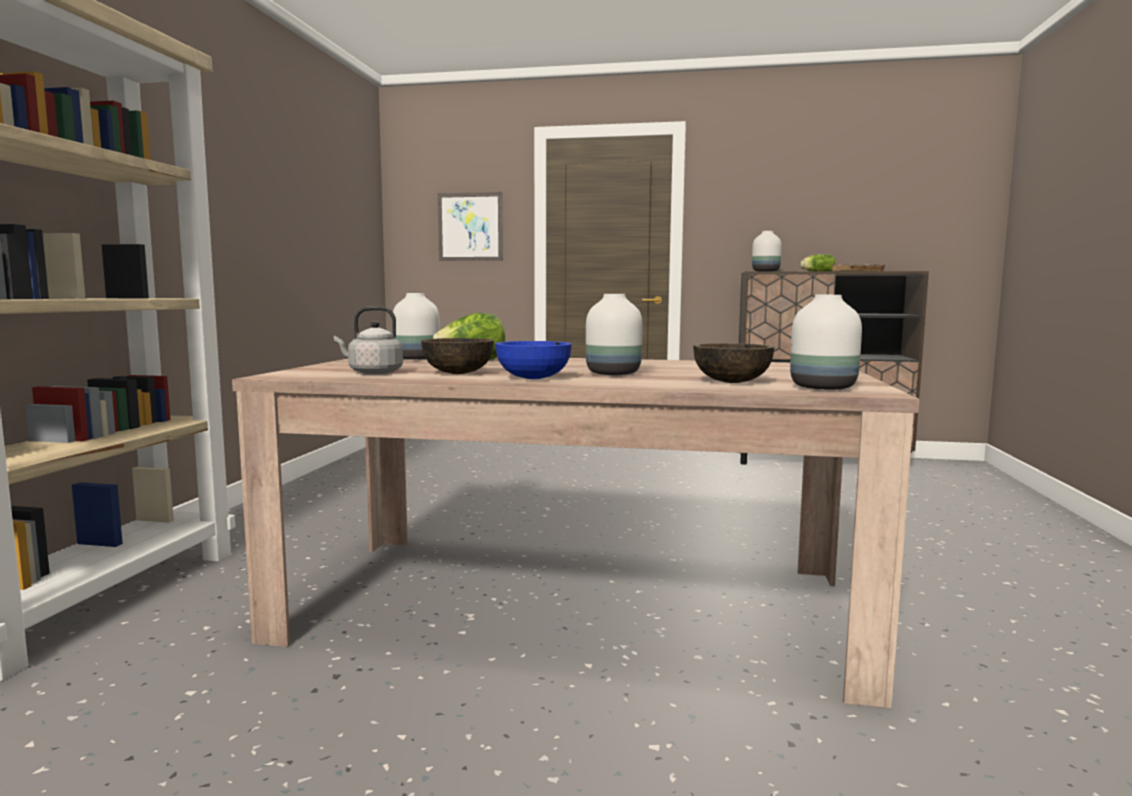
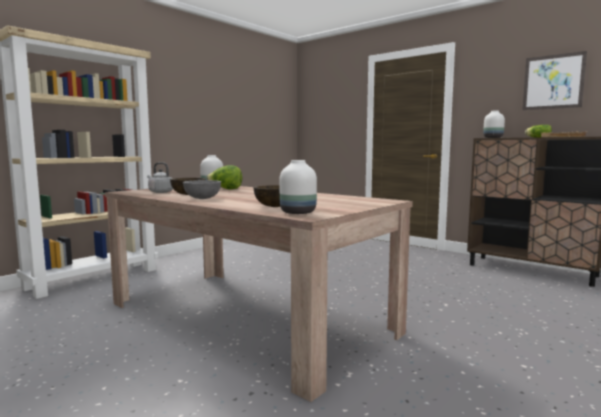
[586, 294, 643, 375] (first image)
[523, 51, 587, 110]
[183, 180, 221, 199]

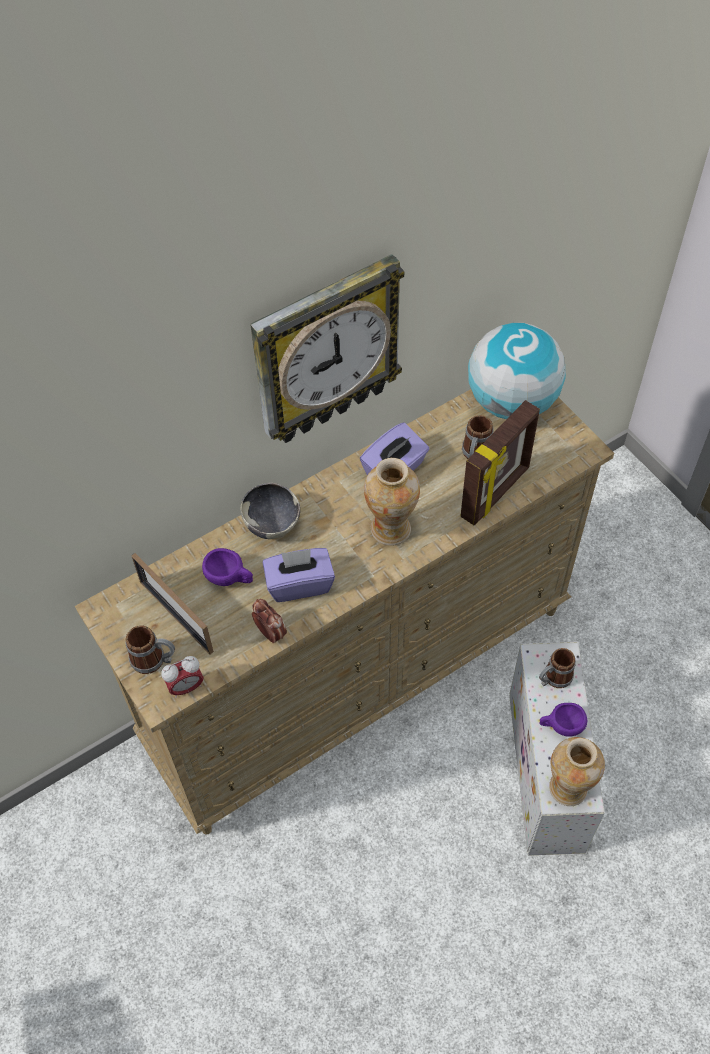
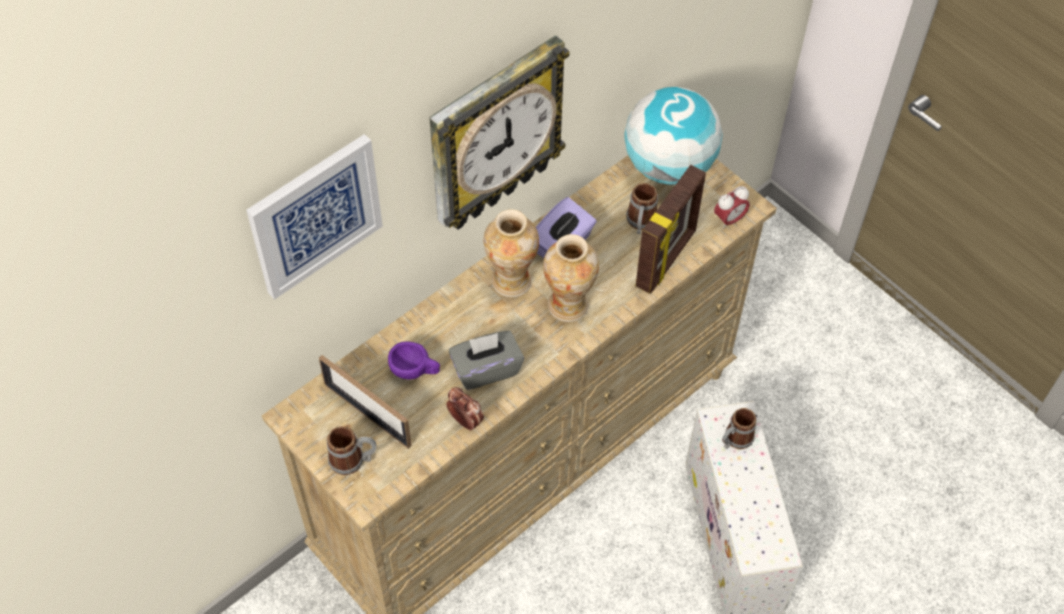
[241, 483, 300, 539] (first image)
[539, 703, 587, 737] (first image)
[246, 134, 383, 300]
[714, 186, 750, 229]
[484, 209, 539, 297]
[449, 331, 524, 390]

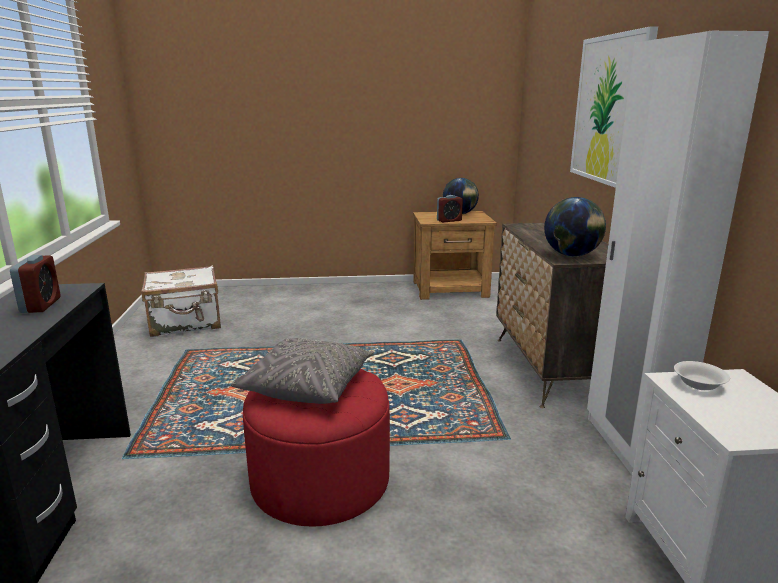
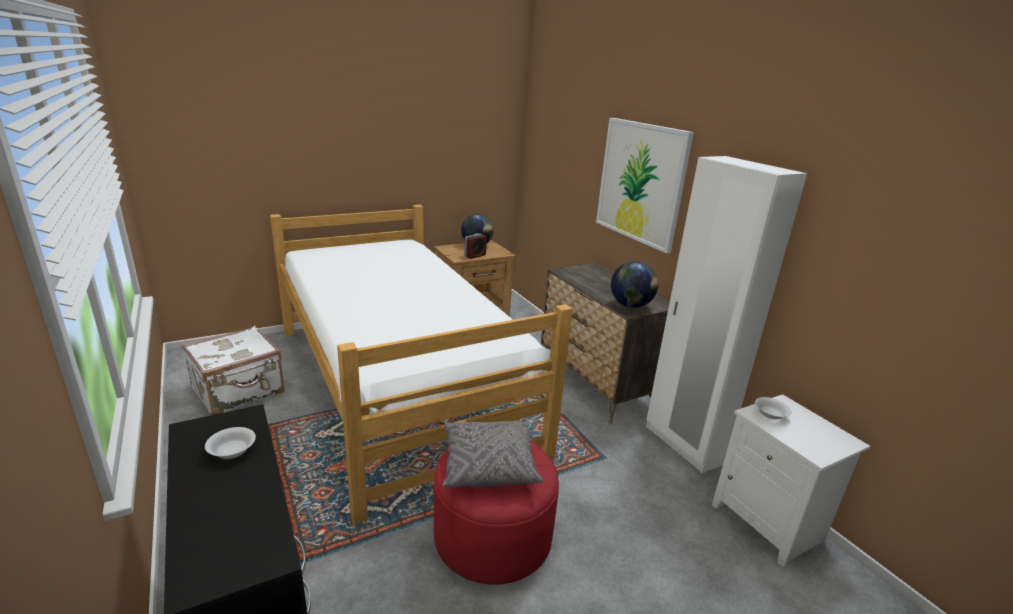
[270, 205, 573, 525]
[205, 427, 256, 459]

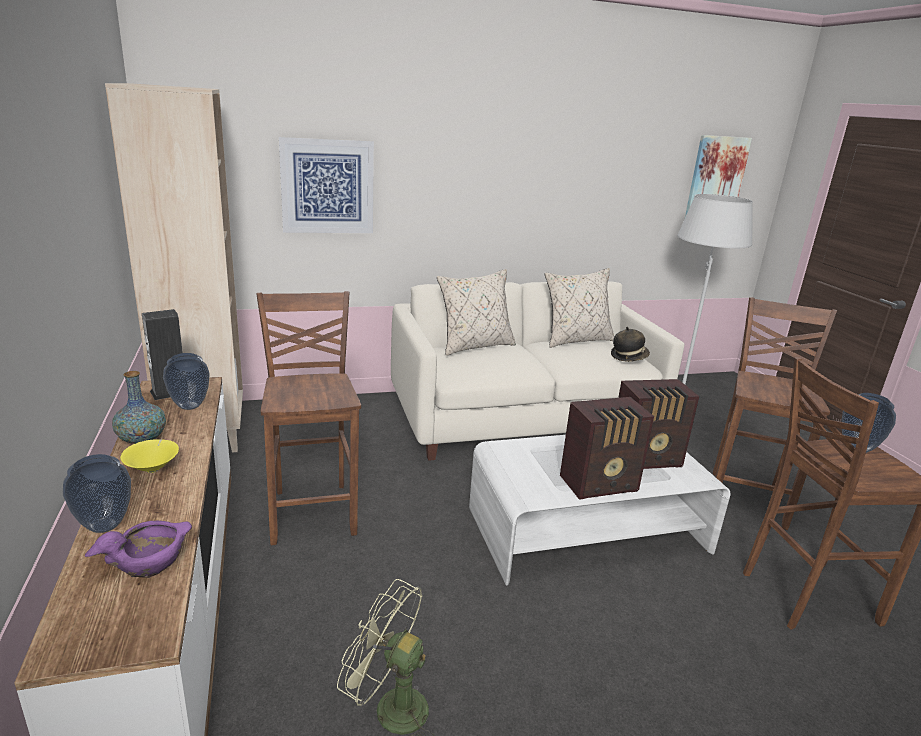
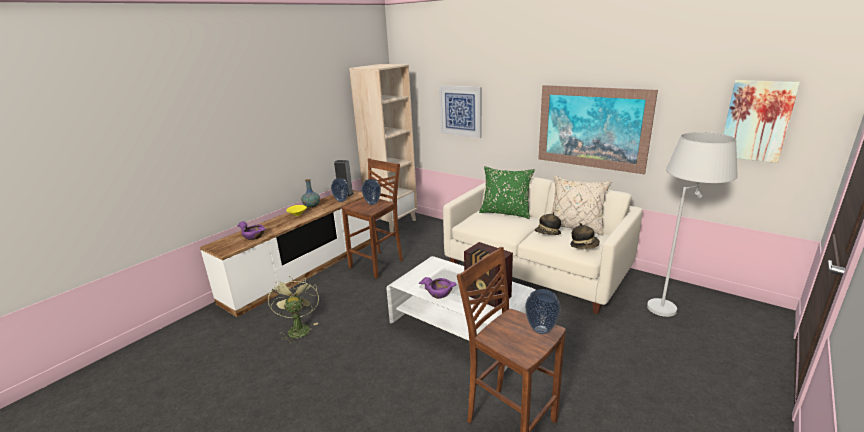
[713, 297, 837, 530] (first image)
[535, 212, 561, 235]
[538, 85, 658, 174]
[362, 179, 381, 205]
[419, 277, 456, 299]
[479, 166, 535, 219]

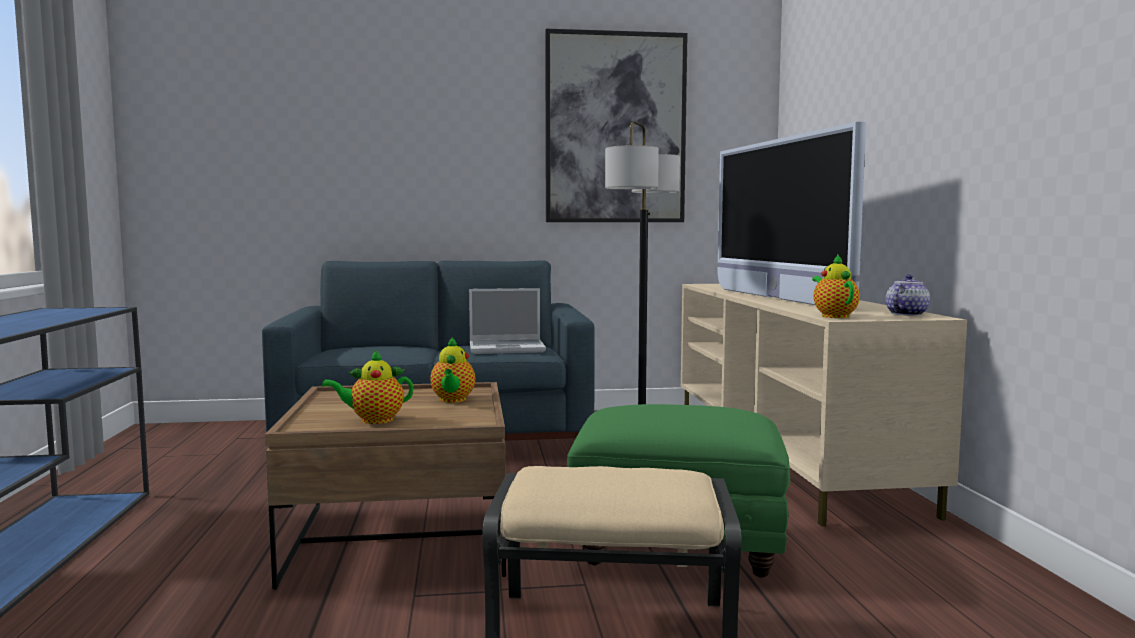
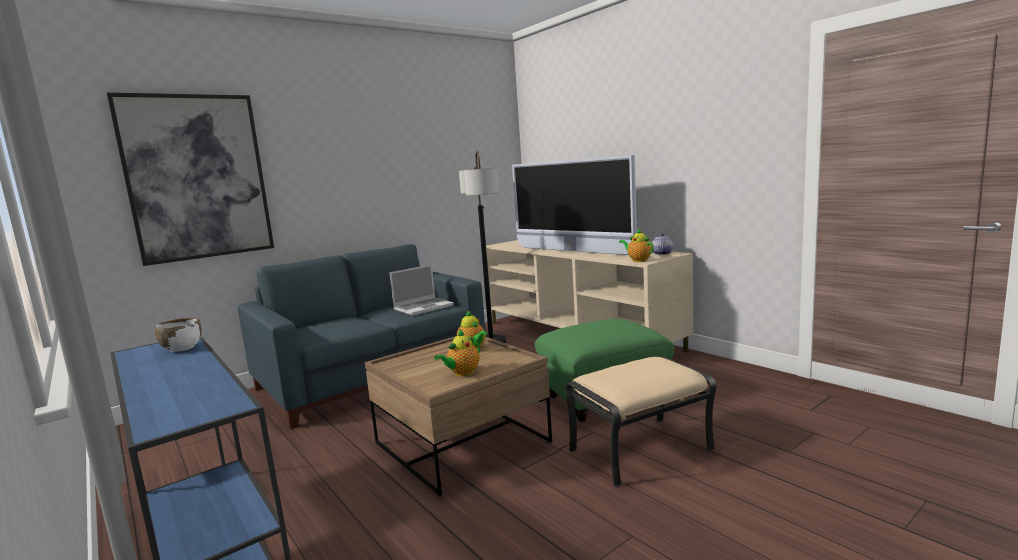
[155, 318, 202, 352]
[107, 92, 274, 266]

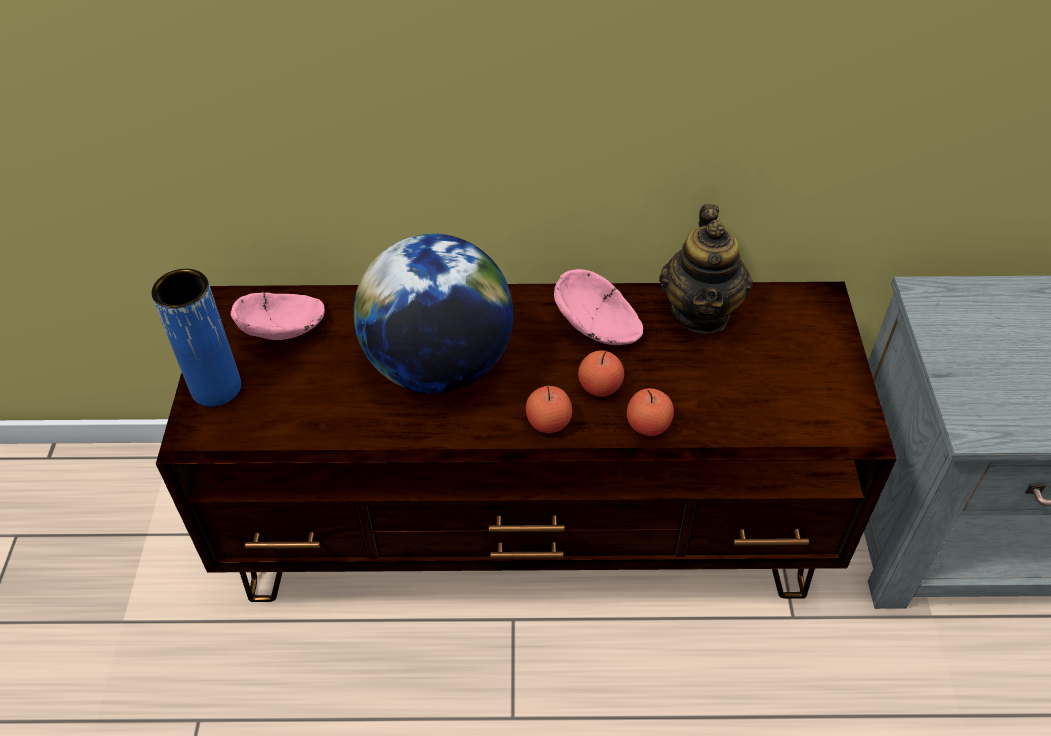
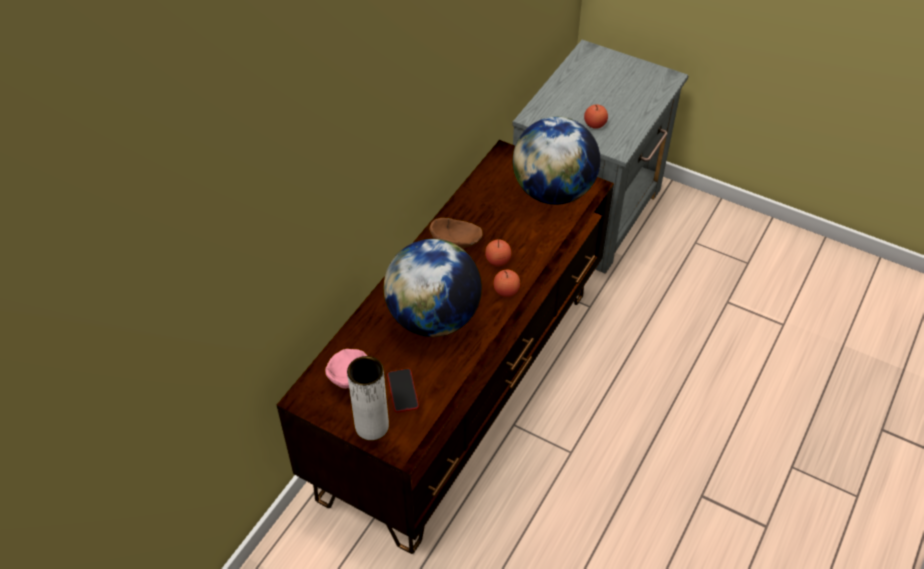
[659, 204, 753, 334] (first image)
[387, 368, 419, 413]
[513, 117, 600, 205]
[584, 105, 608, 129]
[347, 356, 389, 440]
[429, 218, 483, 248]

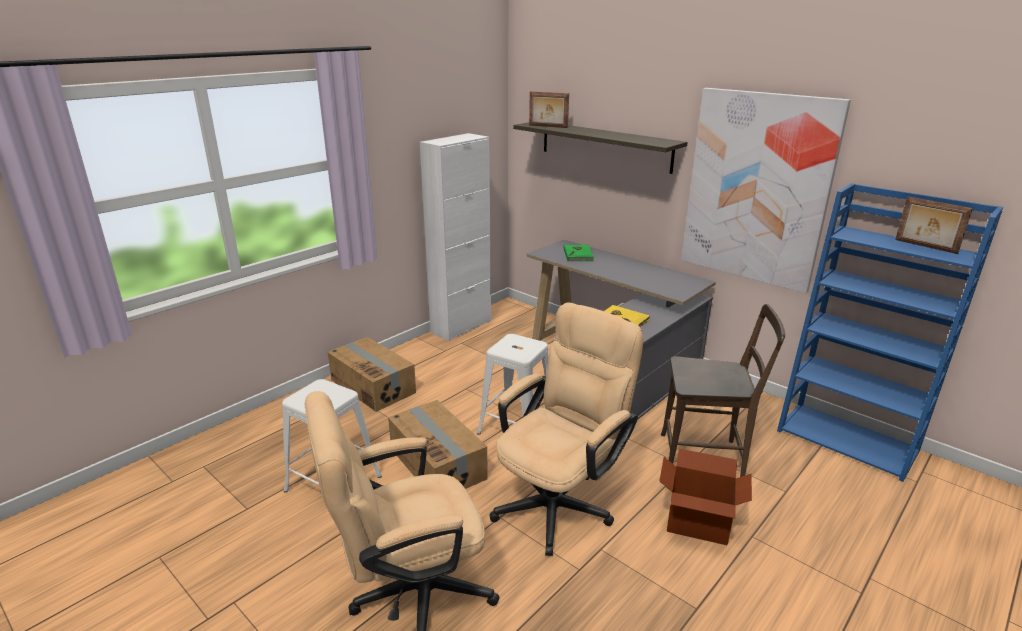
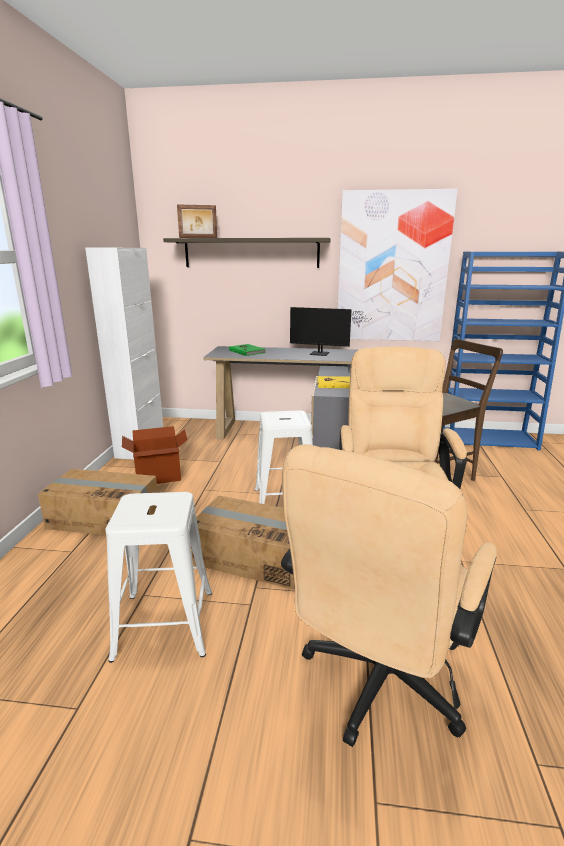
[895, 196, 973, 254] (first image)
[290, 307, 370, 356]
[122, 426, 188, 484]

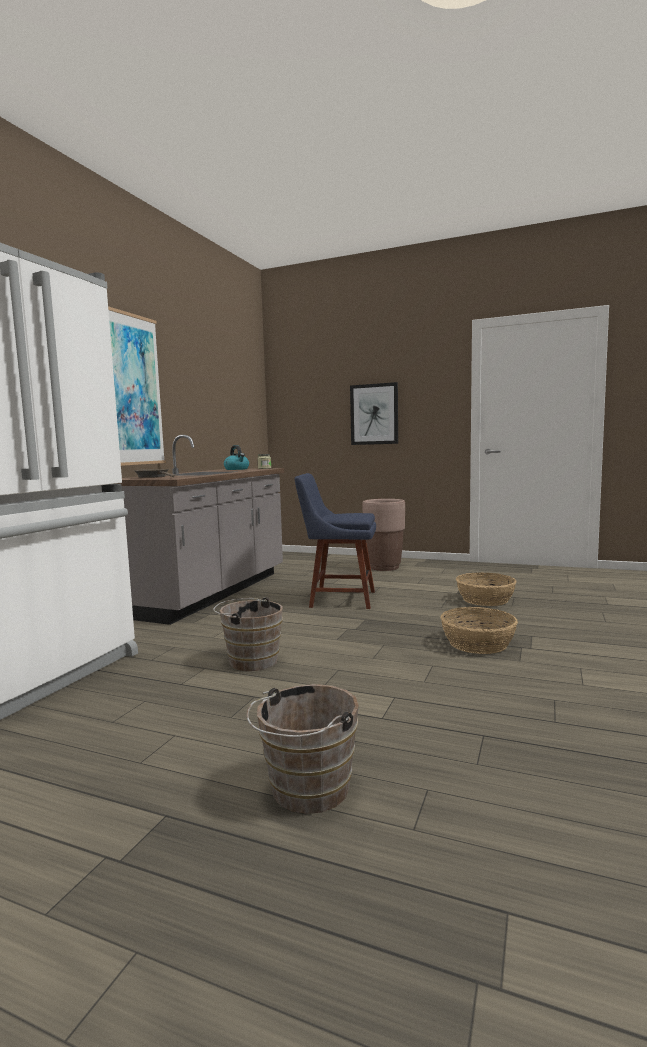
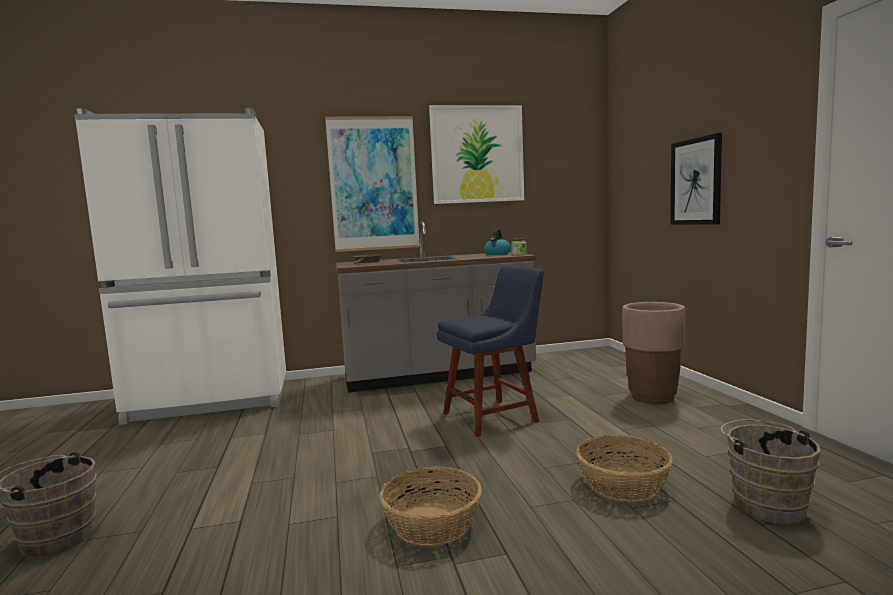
[429, 105, 524, 204]
[721, 419, 820, 524]
[437, 266, 544, 437]

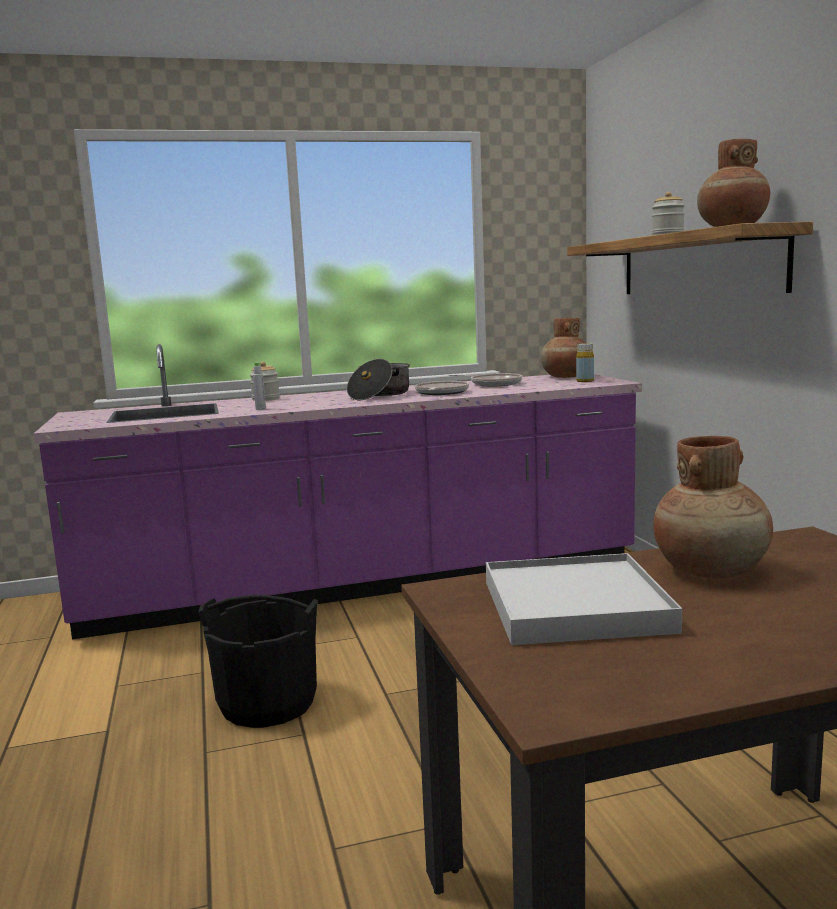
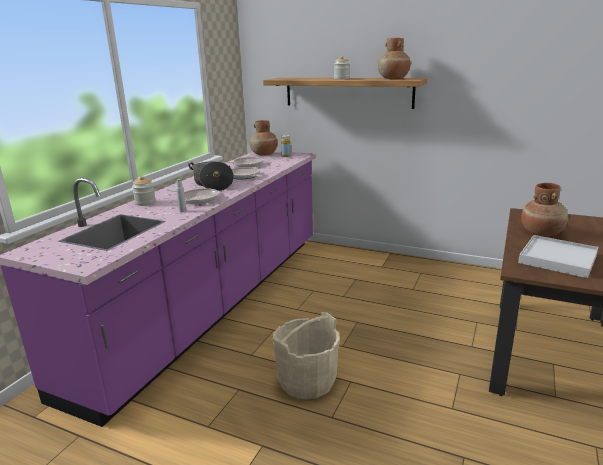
[166, 188, 220, 204]
[272, 312, 340, 399]

